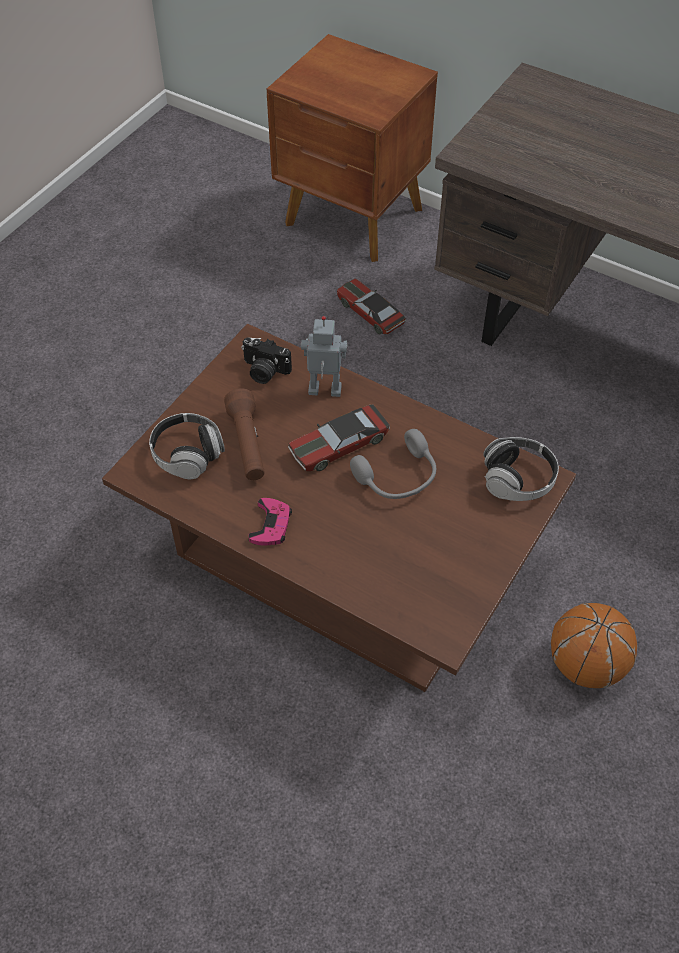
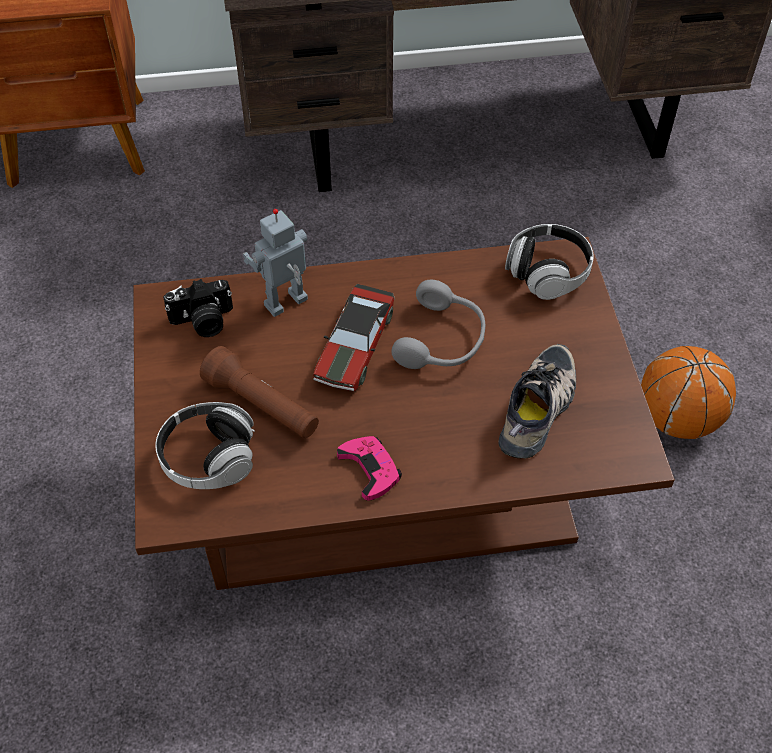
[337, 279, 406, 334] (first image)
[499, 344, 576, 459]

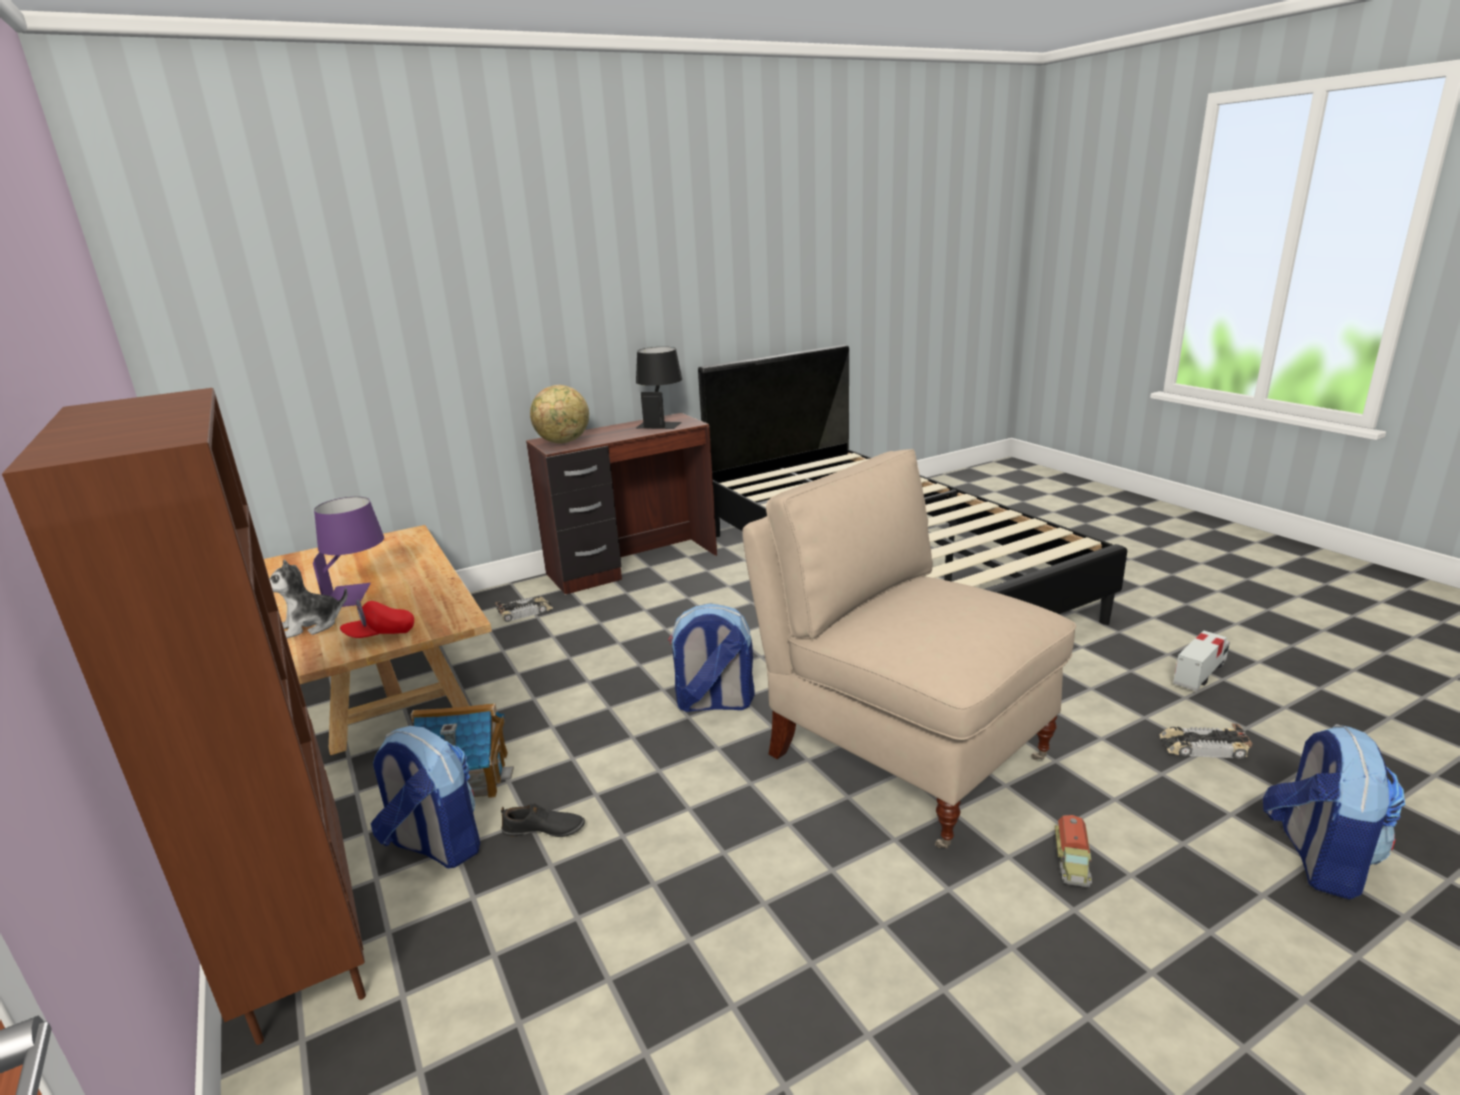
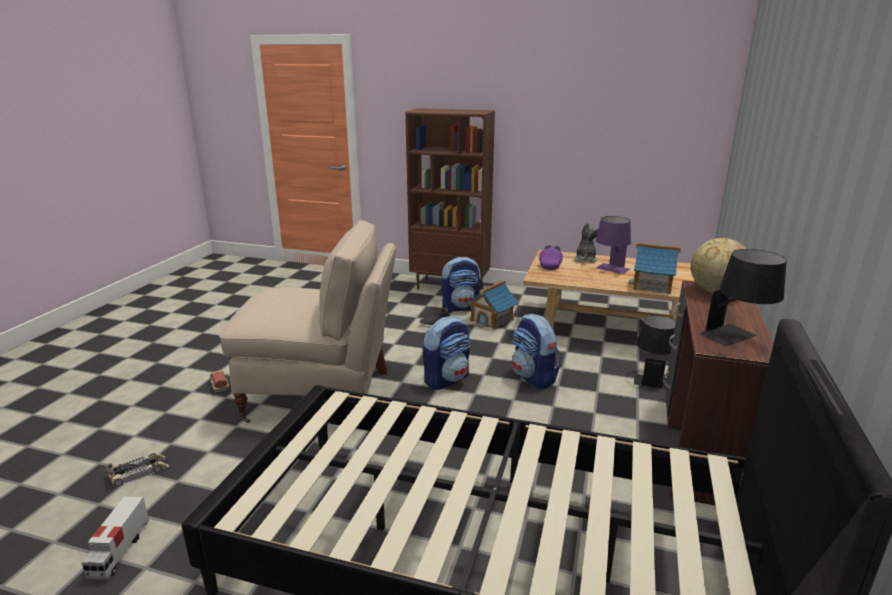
[628, 243, 681, 295]
[512, 314, 562, 389]
[634, 315, 676, 389]
[539, 245, 563, 270]

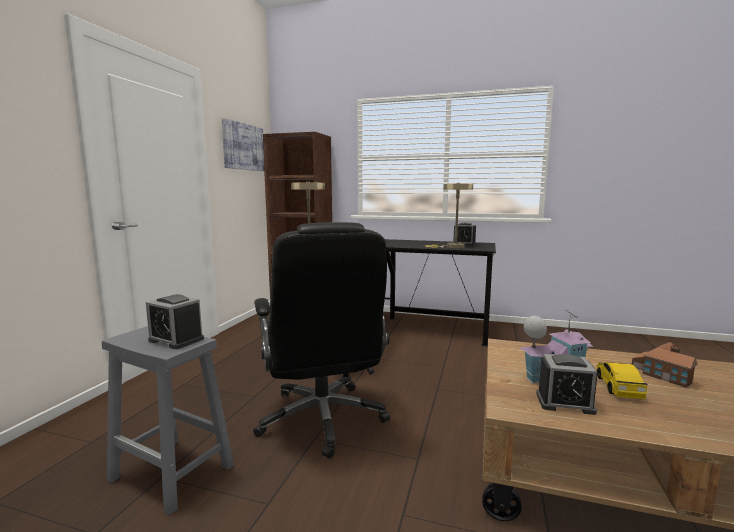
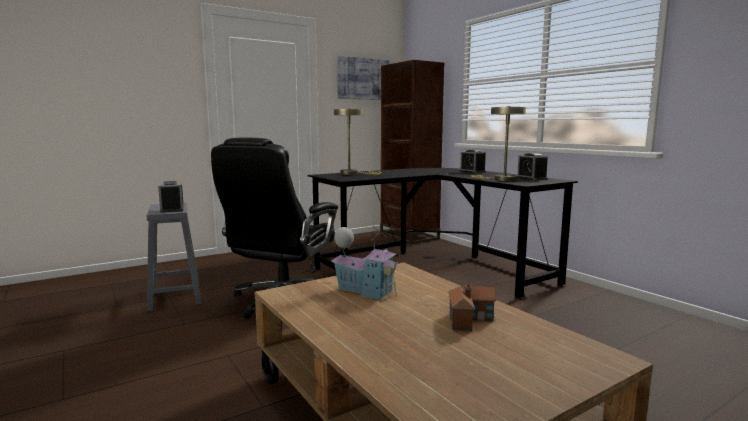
[596, 362, 648, 399] (first image)
[459, 150, 486, 173]

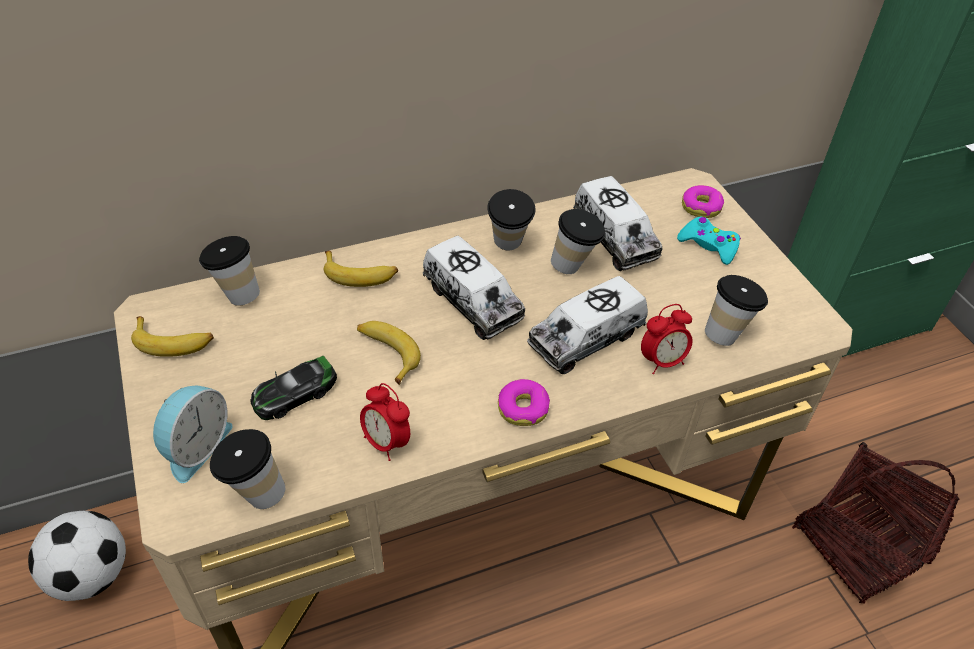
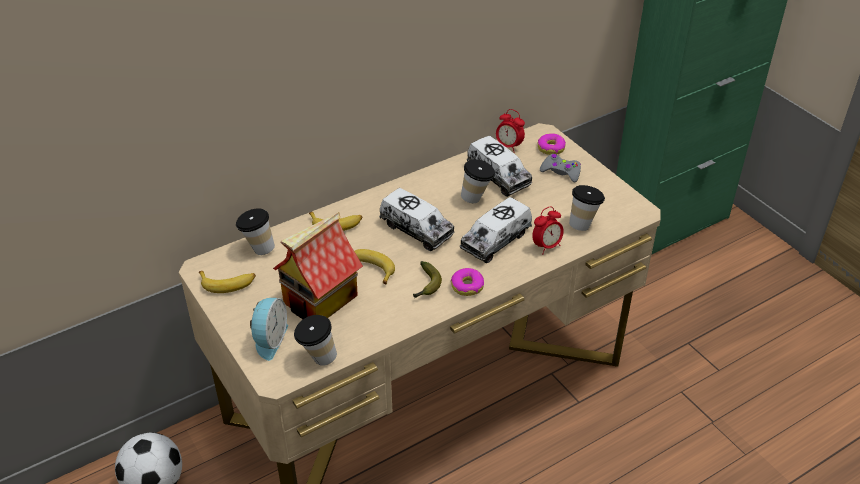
[487, 189, 535, 250] (first image)
[792, 442, 960, 604] (first image)
[413, 261, 442, 298]
[496, 109, 525, 153]
[273, 212, 363, 319]
[540, 154, 581, 182]

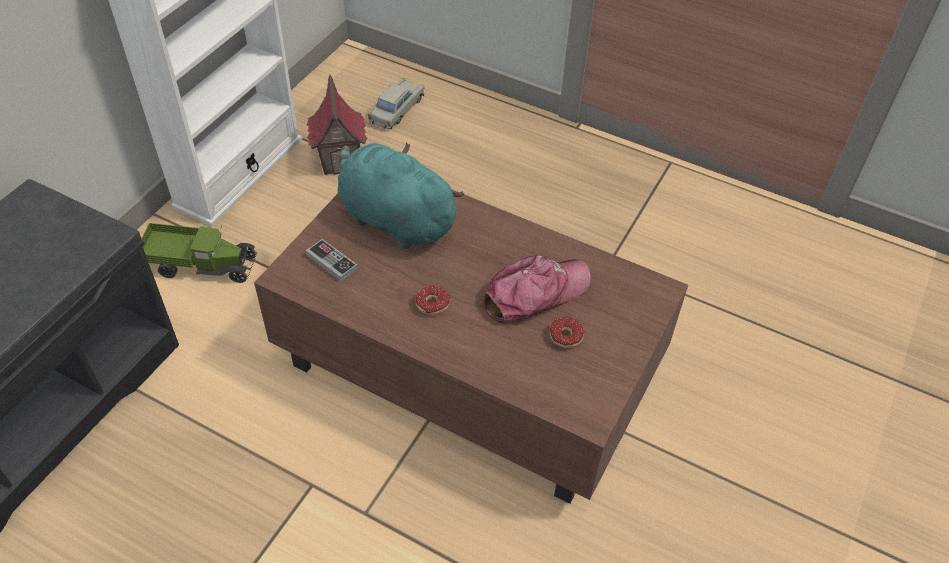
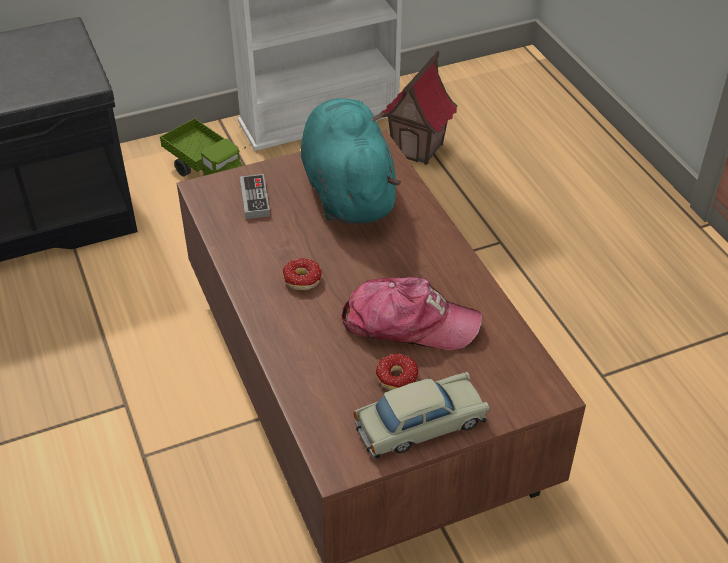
[353, 372, 490, 458]

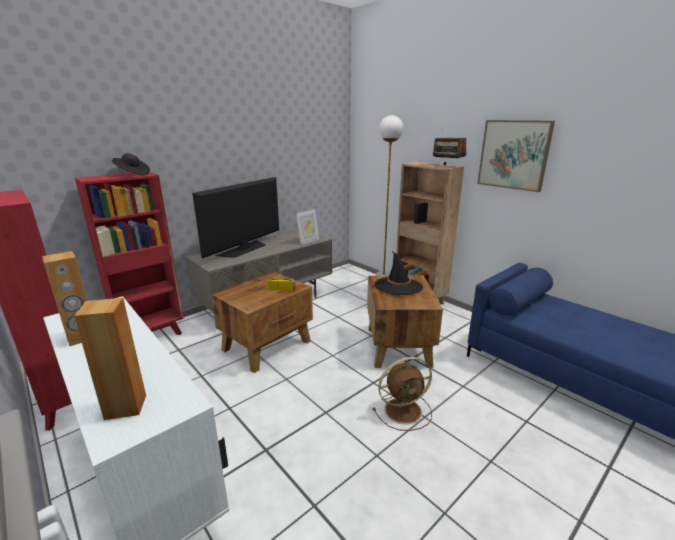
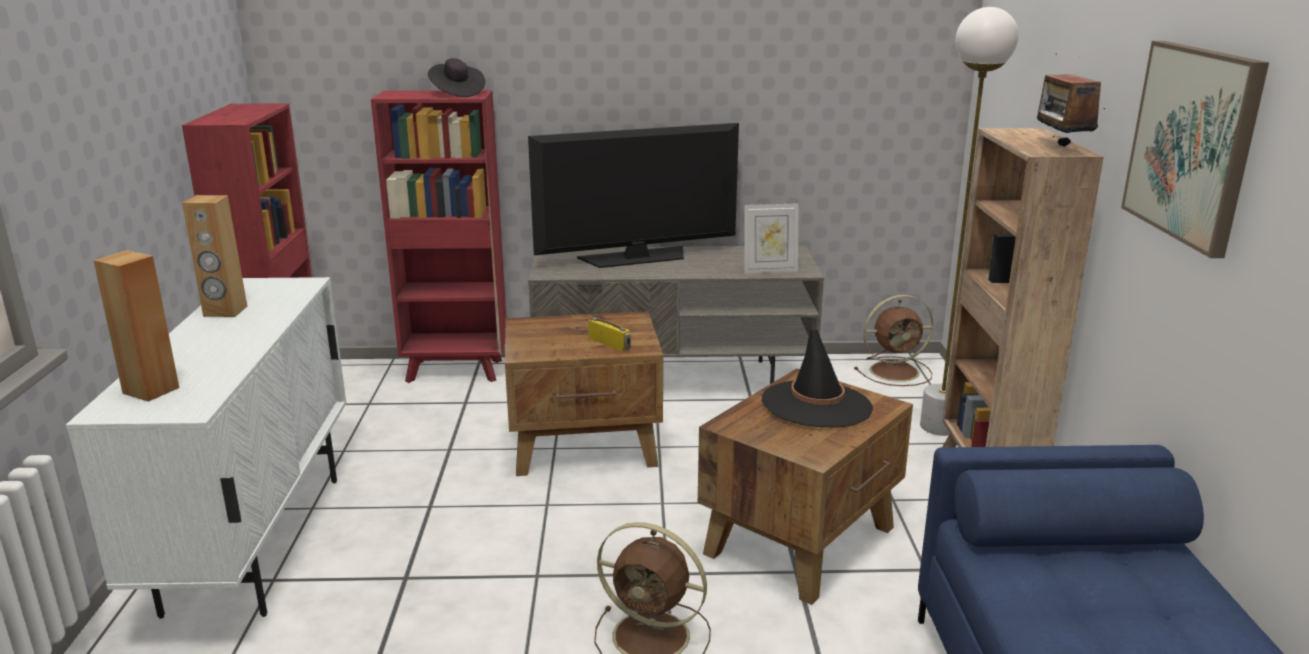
[854, 295, 934, 386]

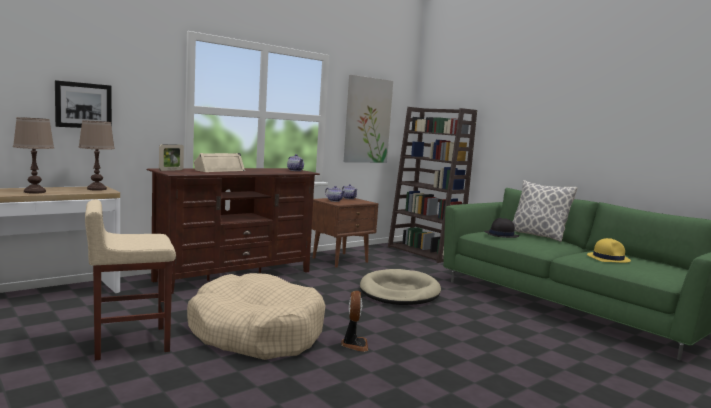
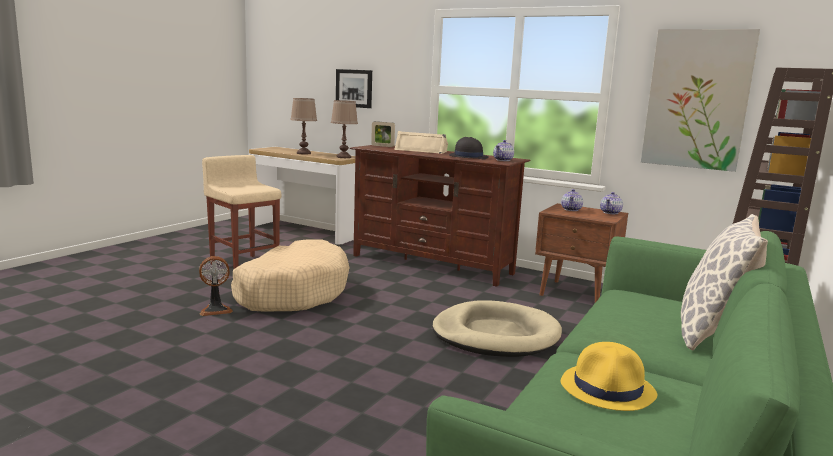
[199, 256, 233, 316]
[449, 137, 489, 159]

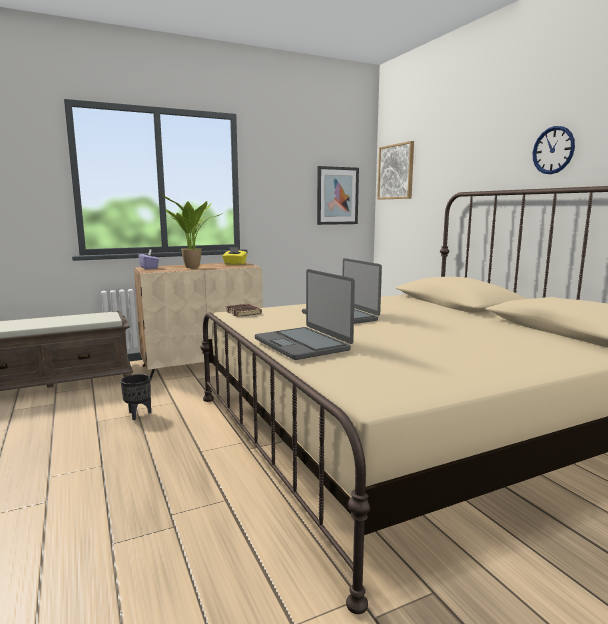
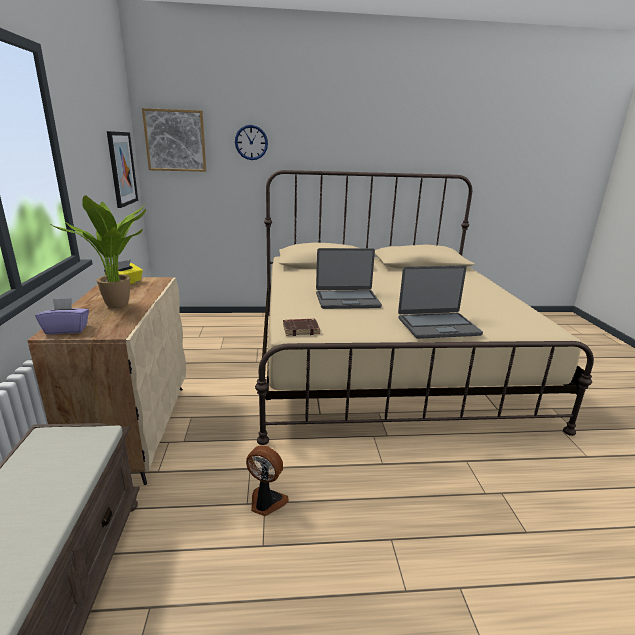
[235, 125, 268, 160]
[246, 446, 289, 516]

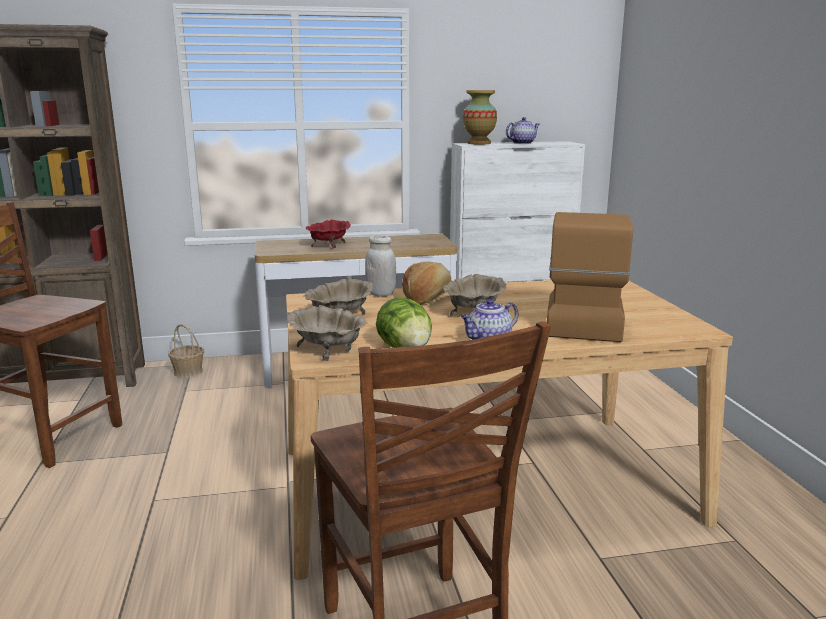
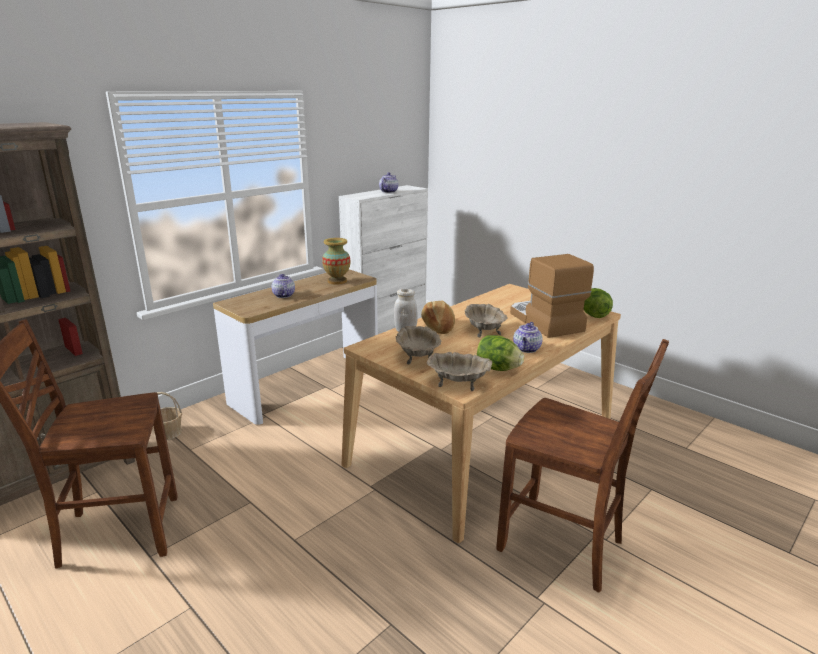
[584, 288, 613, 318]
[322, 238, 350, 285]
[272, 274, 295, 298]

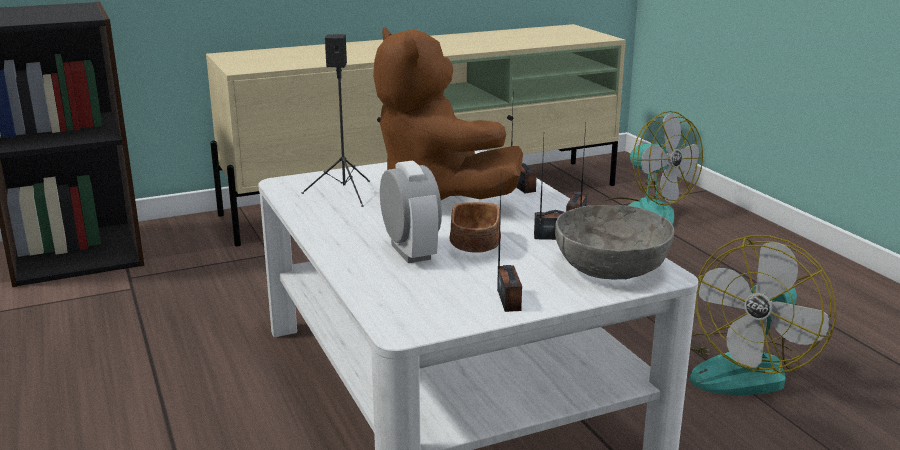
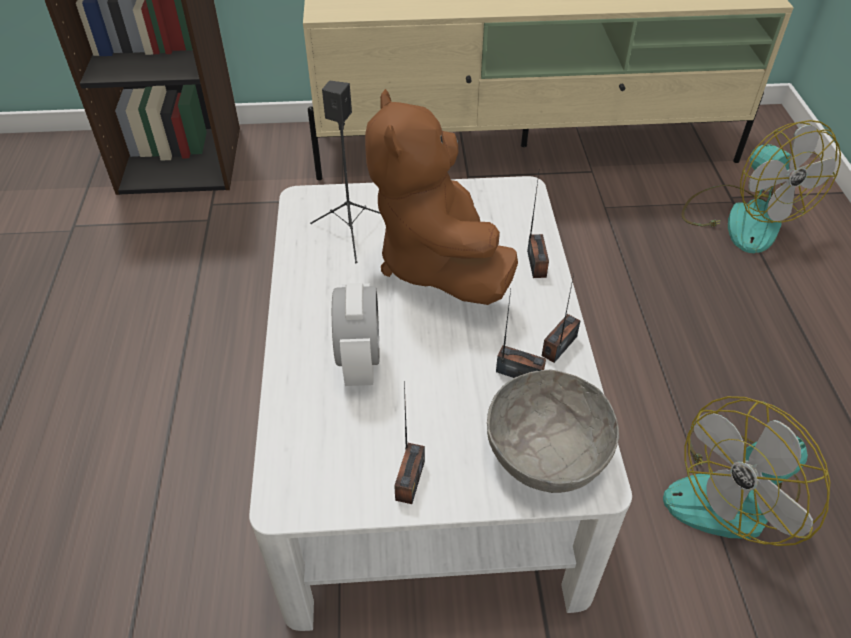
[450, 202, 501, 253] (first image)

